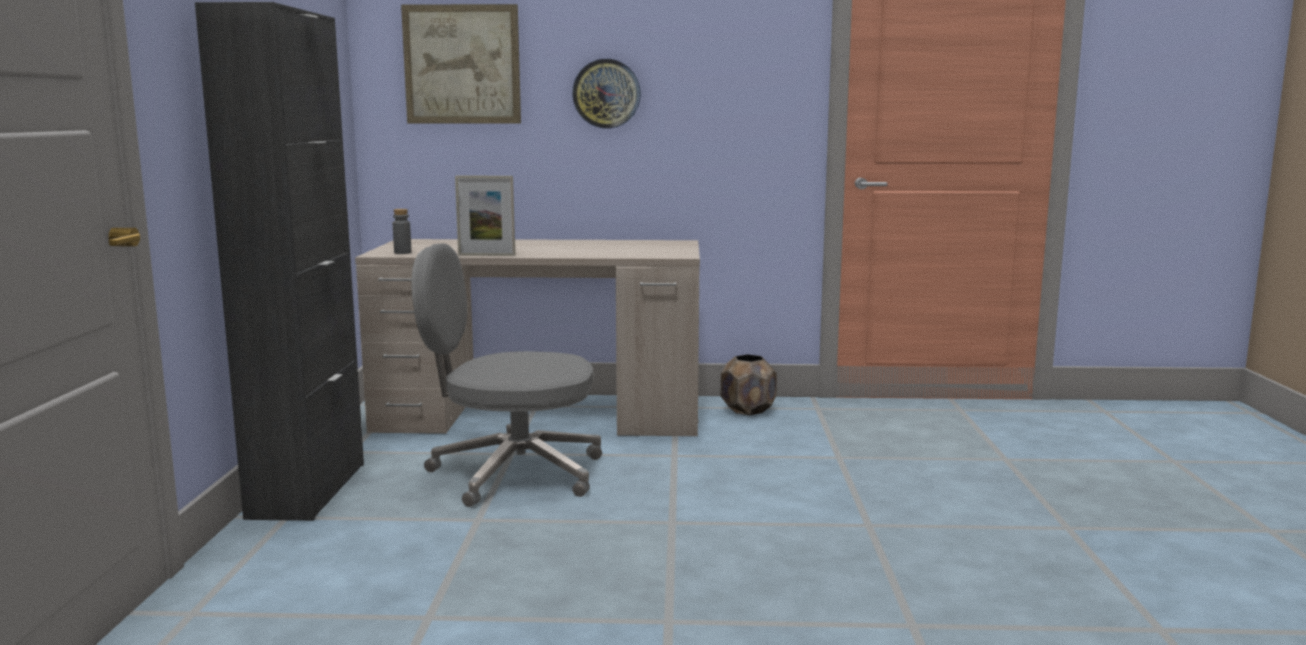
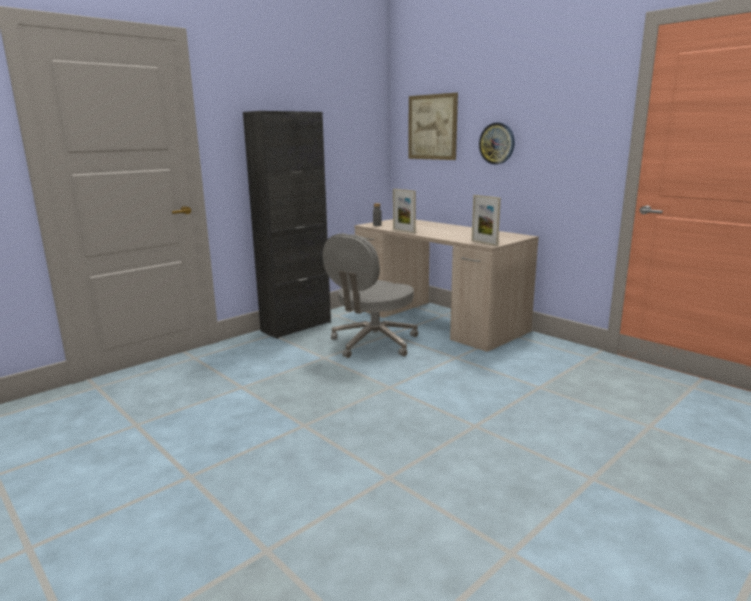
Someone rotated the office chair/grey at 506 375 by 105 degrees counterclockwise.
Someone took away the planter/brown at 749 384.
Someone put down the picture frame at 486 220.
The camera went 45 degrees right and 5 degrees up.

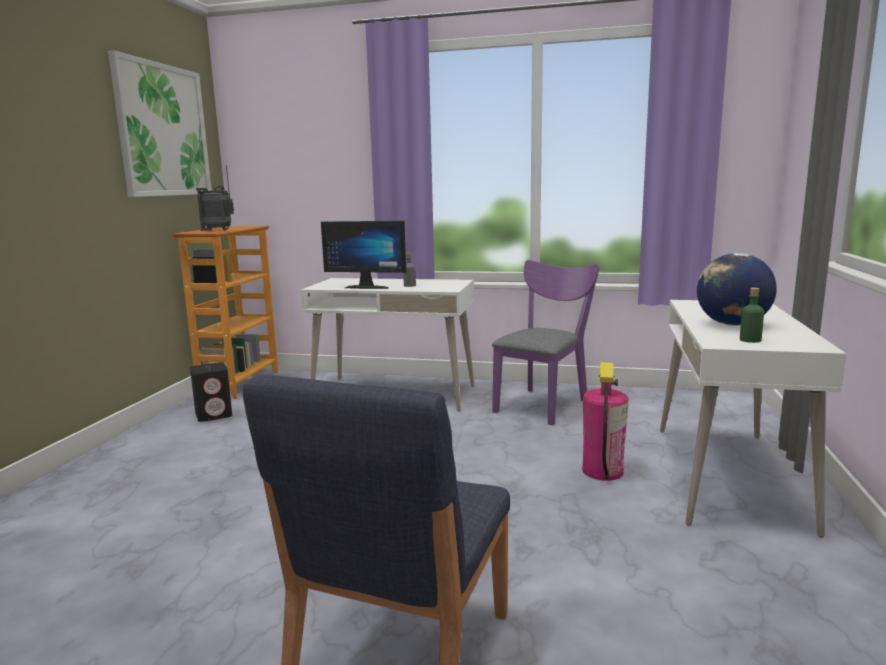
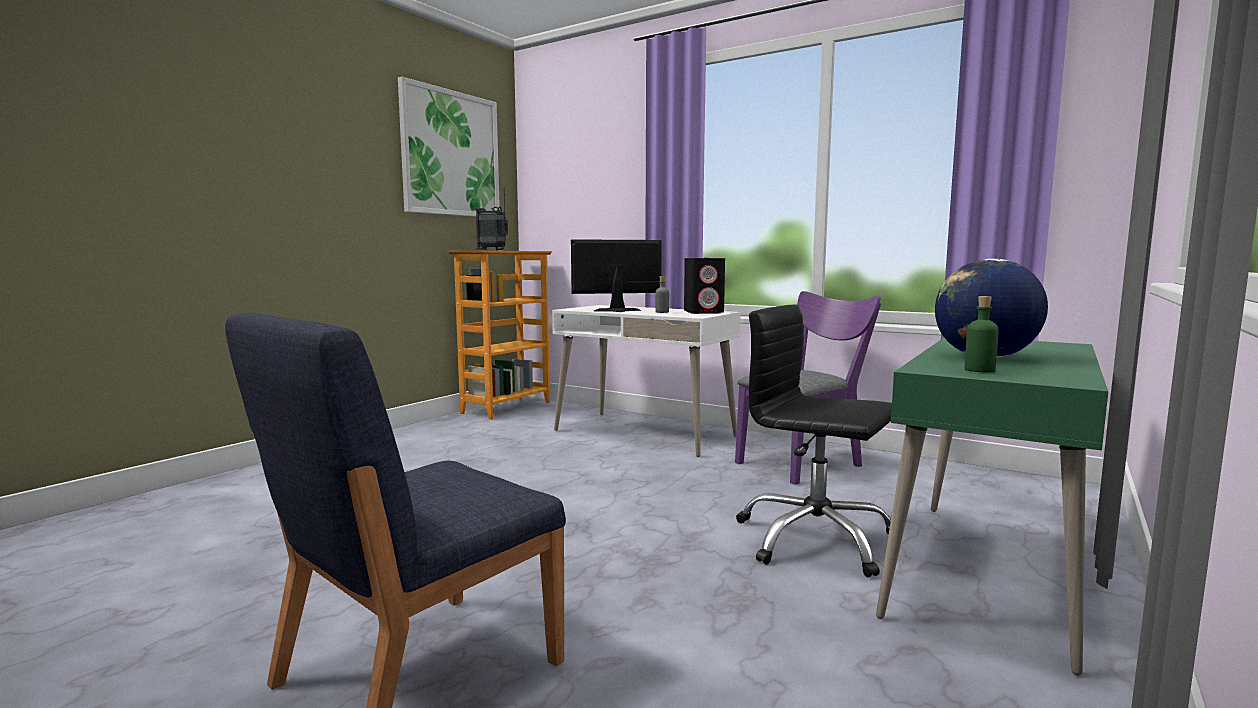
Someone carried the speaker/black from 211 392 to 704 286.
Someone rotated the monitor at 363 255 by 135 degrees clockwise.
Someone swapped the fire extinguisher at 605 421 for the office chair/black at 814 441.
Someone repainted the desk/white at 753 419, which became the desk/green at 992 507.
The camera went 20 degrees right and 5 degrees down.

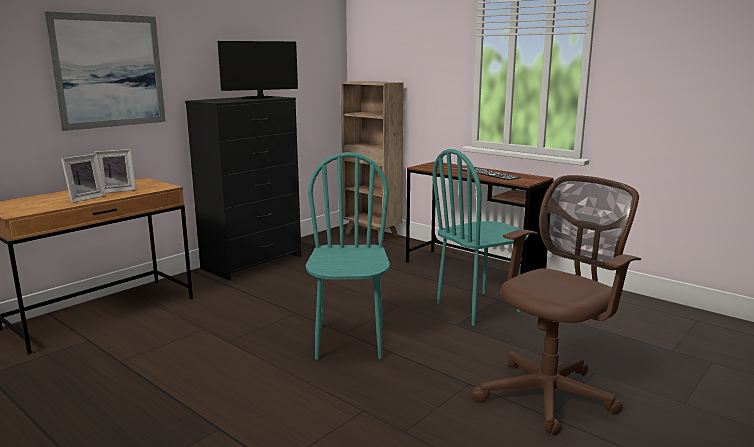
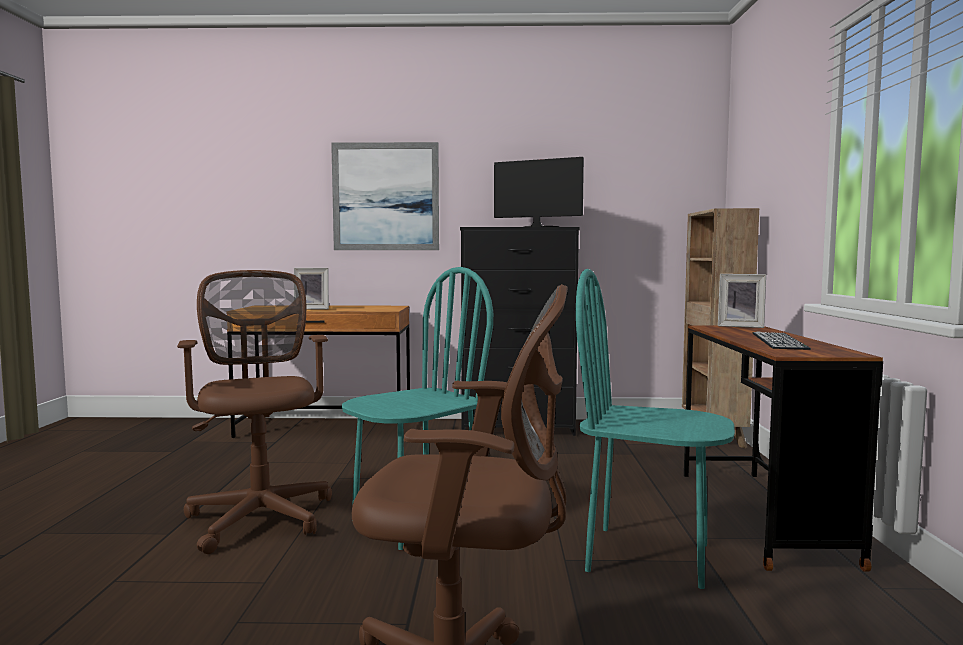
Someone carried the picture frame from 115 171 to 742 301.
Someone put down the office chair/brown at 254 412.
The camera went 50 degrees right and 10 degrees down.

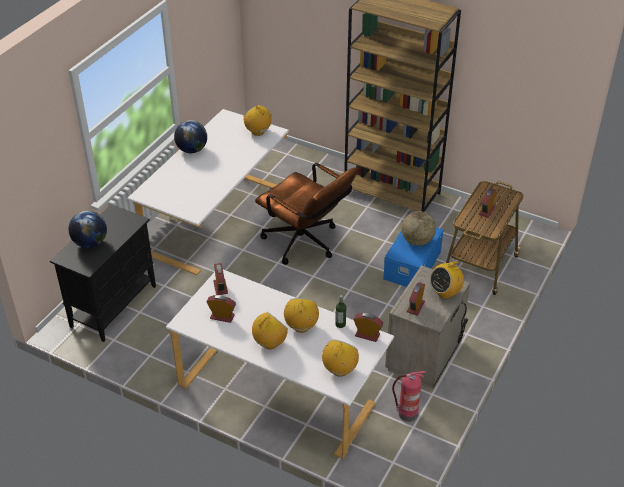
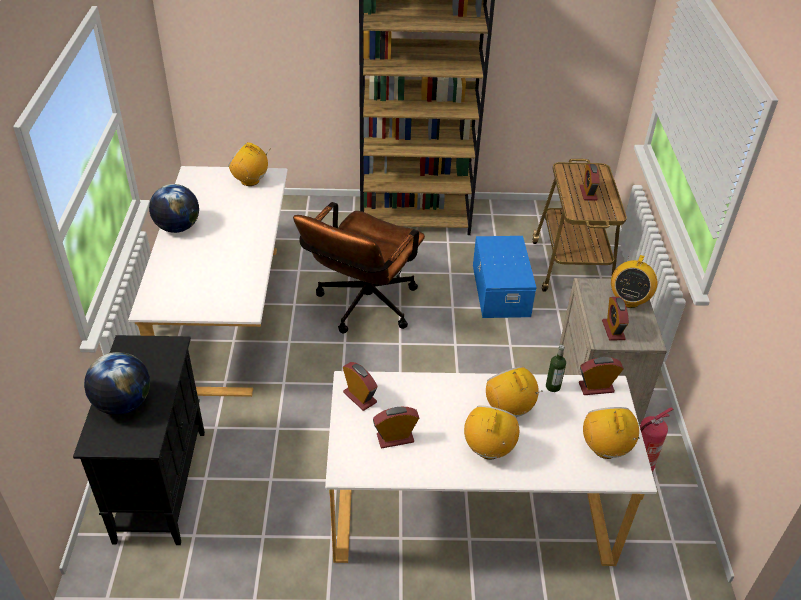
Someone rotated the office chair/brown at 306 214 by 105 degrees clockwise.
Someone took away the globe at 419 228.
The camera went 30 degrees left and 0 degrees up.

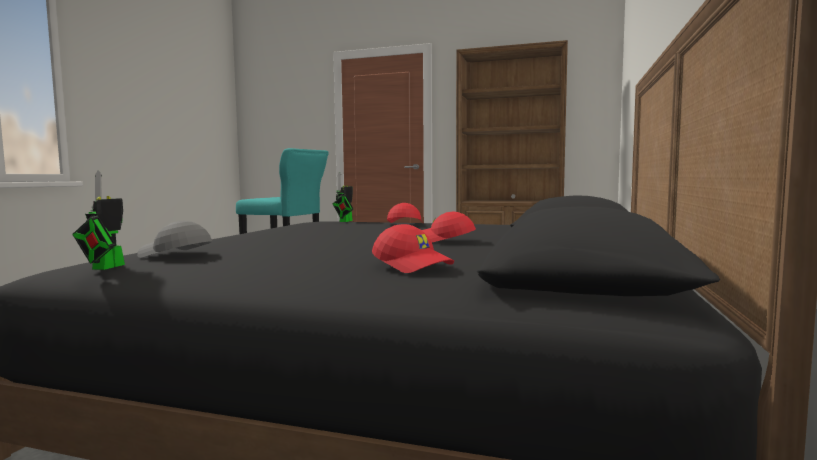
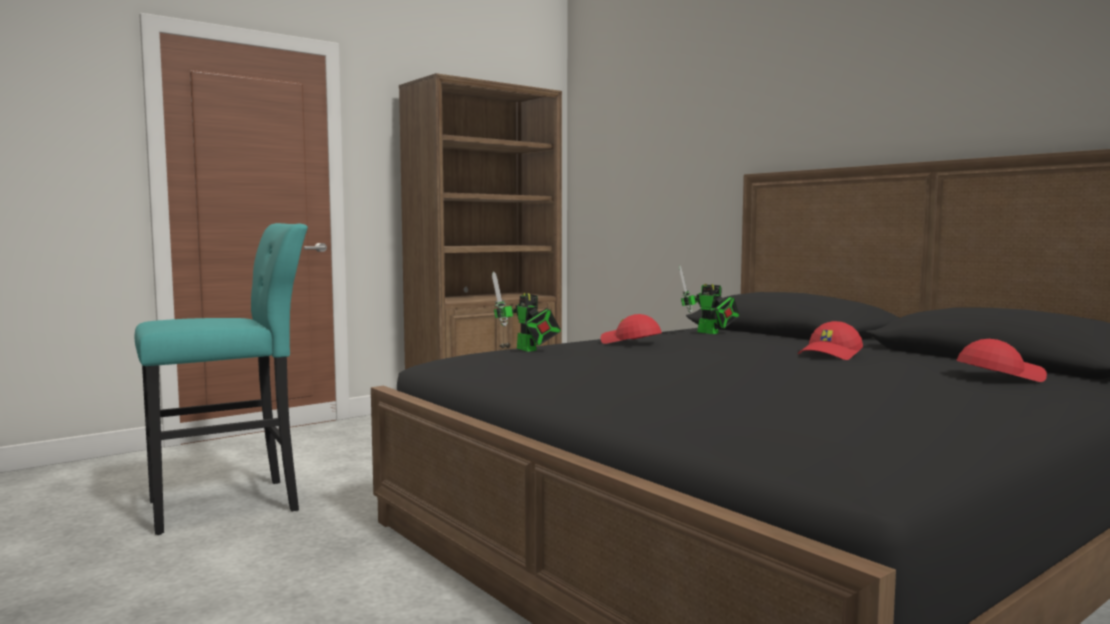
Someone carried the toy robot from 99 220 to 709 299.
Someone took away the cap/grey at 175 239.
The camera went 55 degrees left and 0 degrees up.

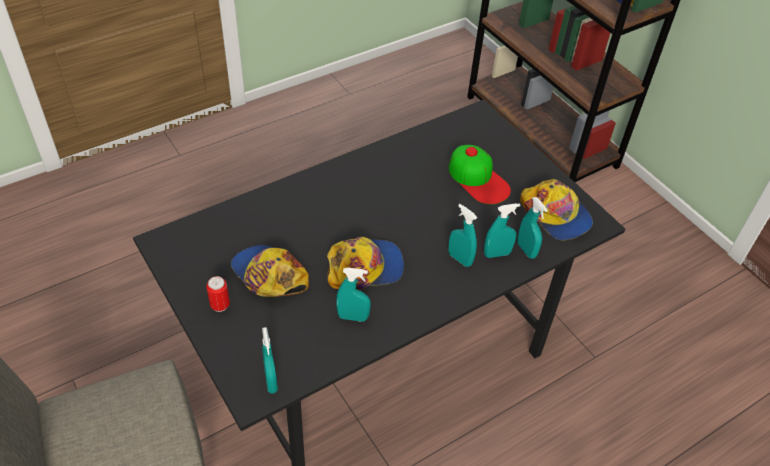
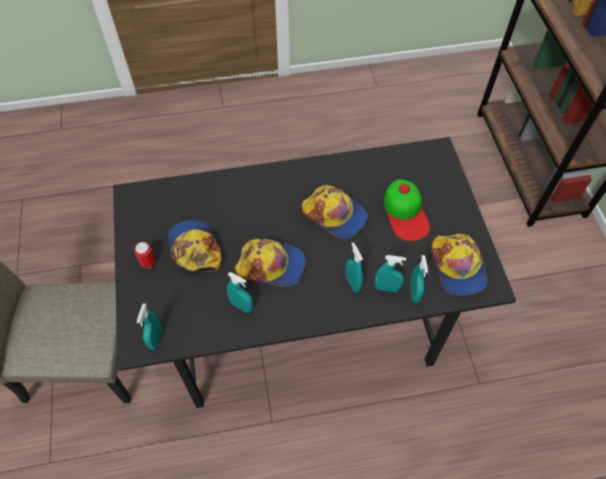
Someone put down the cap at 334 212.
The camera went 25 degrees right and 10 degrees up.

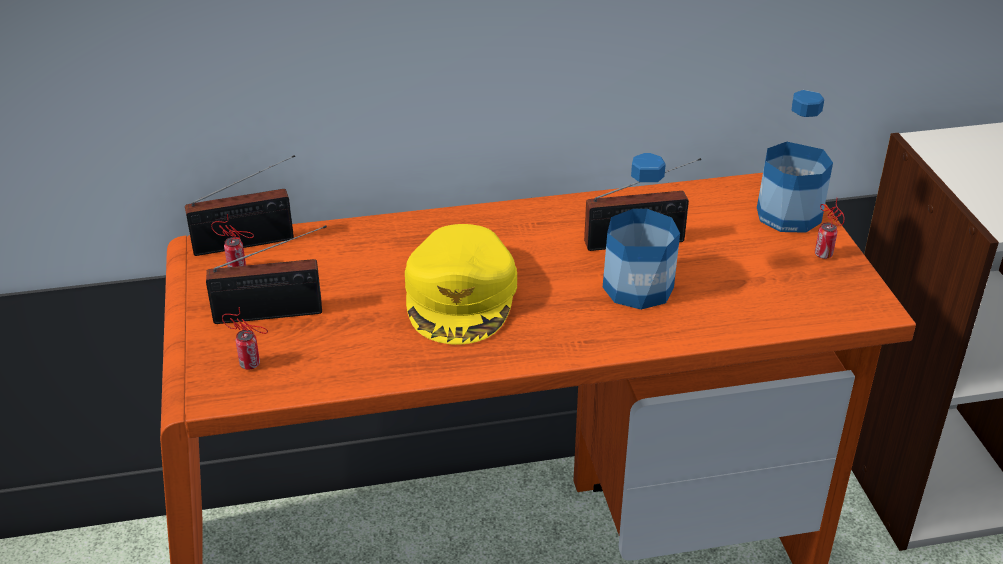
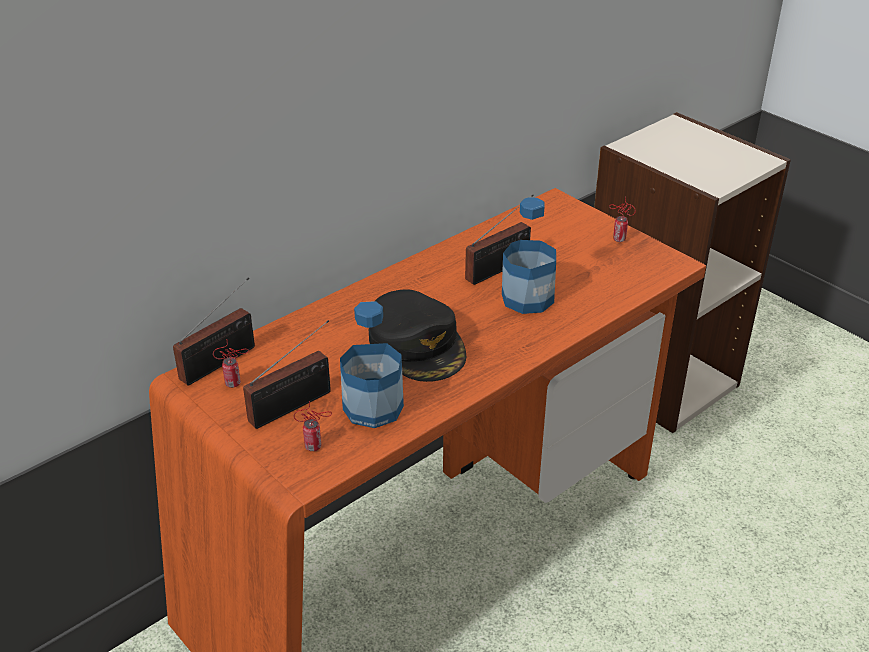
Someone repainted the cap/yellow at 461 284, which became the cap/black at 417 335.
Someone carried the bottle from 795 161 to 372 364.
The camera went 30 degrees left and 0 degrees up.

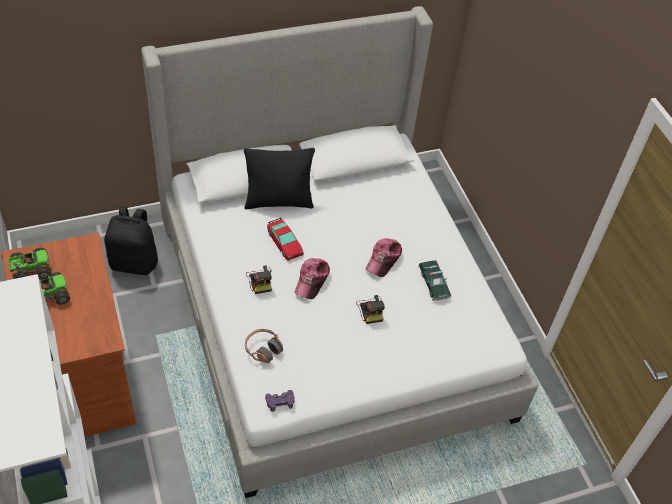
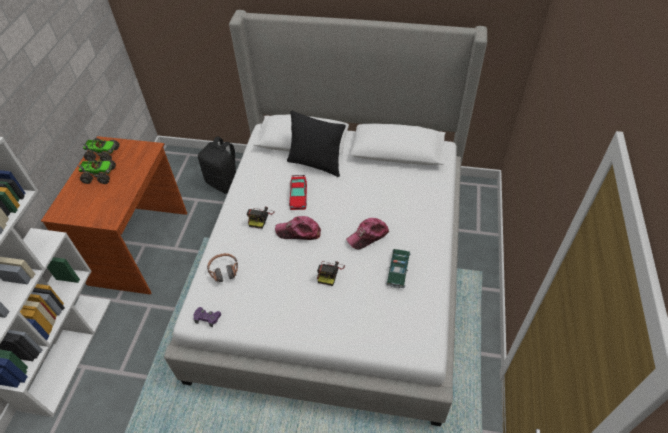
Someone rotated the cap at 312 278 by 45 degrees clockwise.
The camera went 35 degrees right and 0 degrees up.

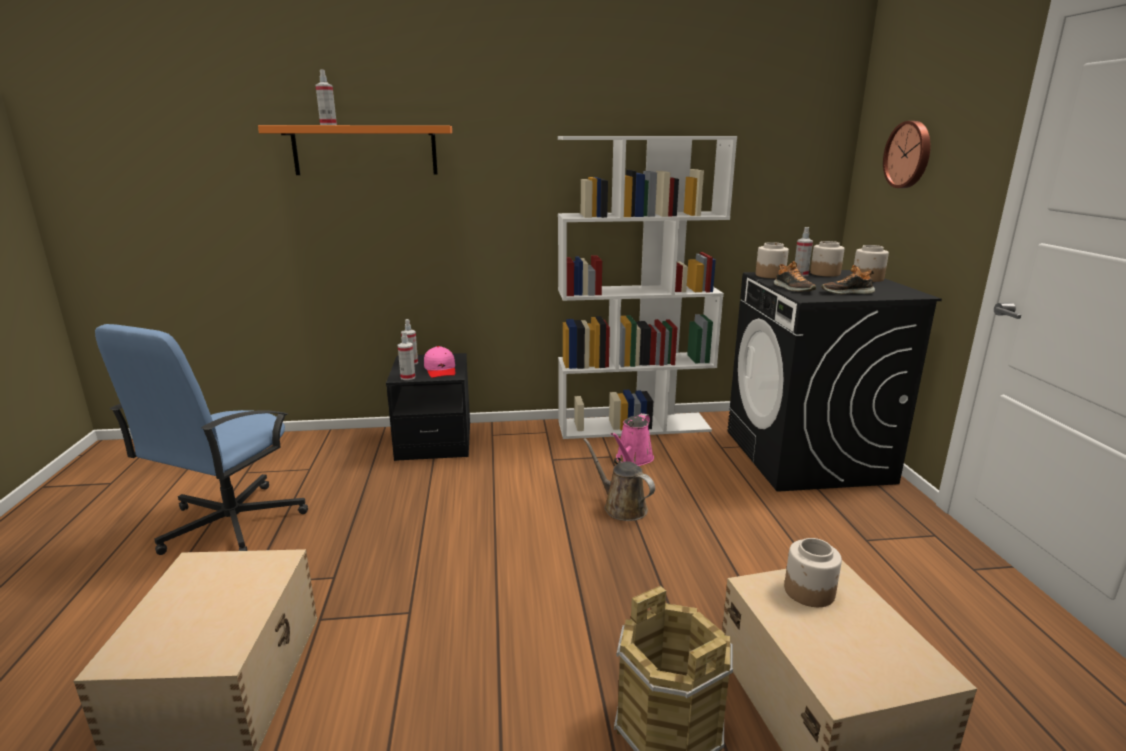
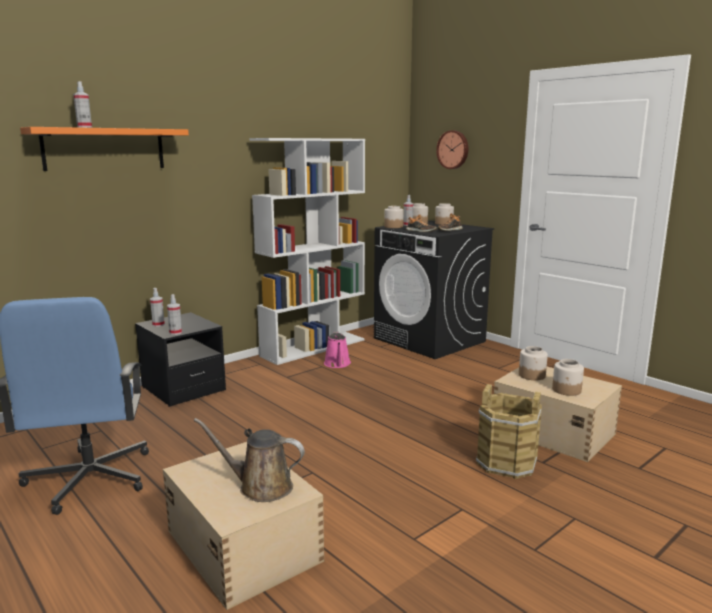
Someone took away the cap/pink at 439 362.
Someone carried the watering can/brown from 619 479 to 249 460.
Someone put down the jar at 568 377.
The camera went 35 degrees left and 5 degrees down.

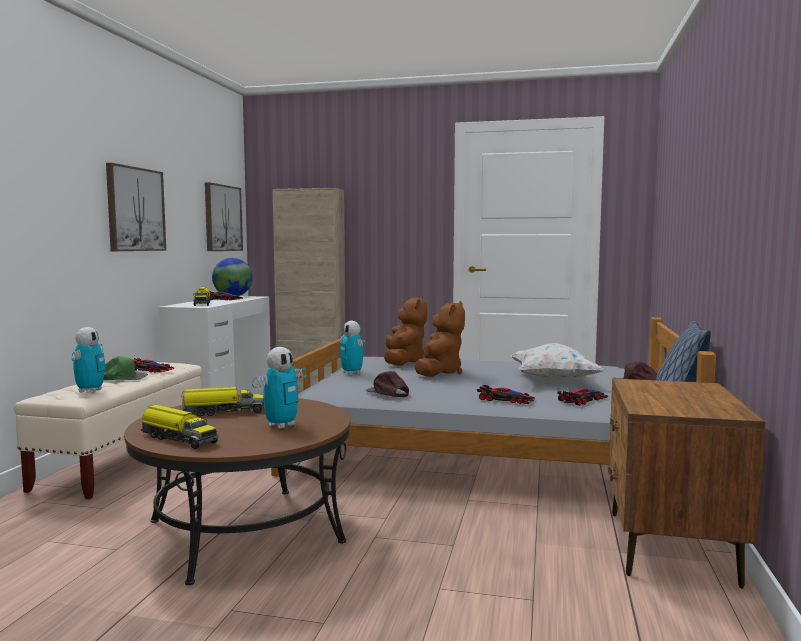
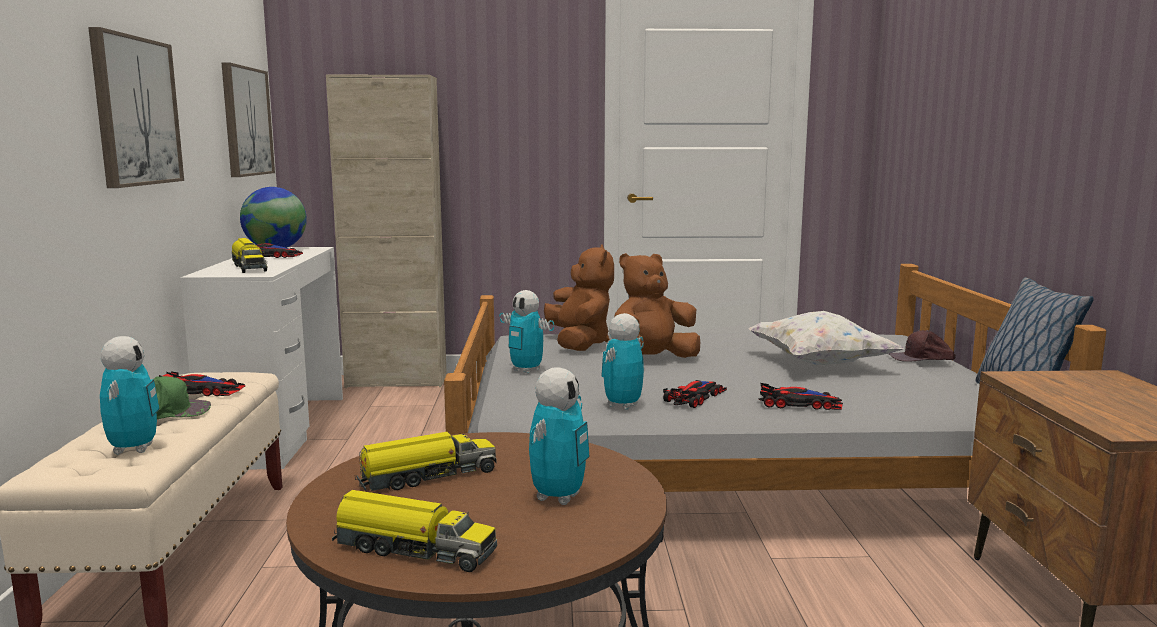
Someone swapped the cap/brown at 387 384 for the toy robot at 622 361.
Someone rotated the plush toy/brown at 439 339 by 120 degrees counterclockwise.
Someone carried the toy car from 583 397 to 695 394.
The camera went 15 degrees left and 5 degrees up.

